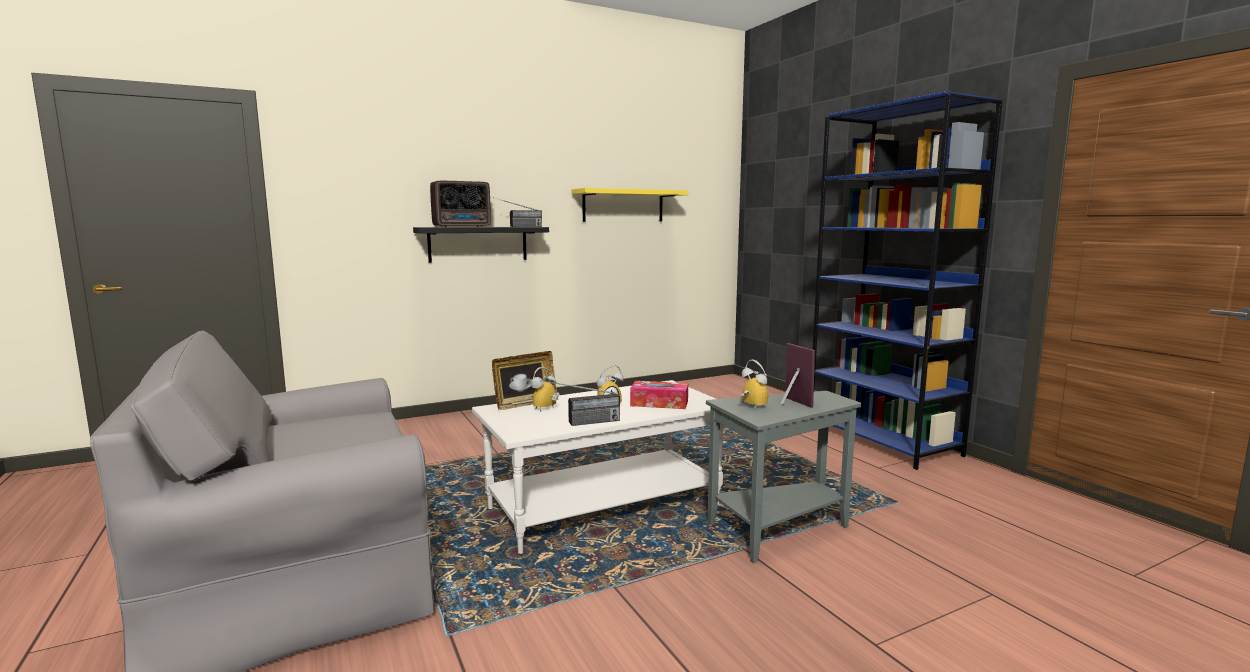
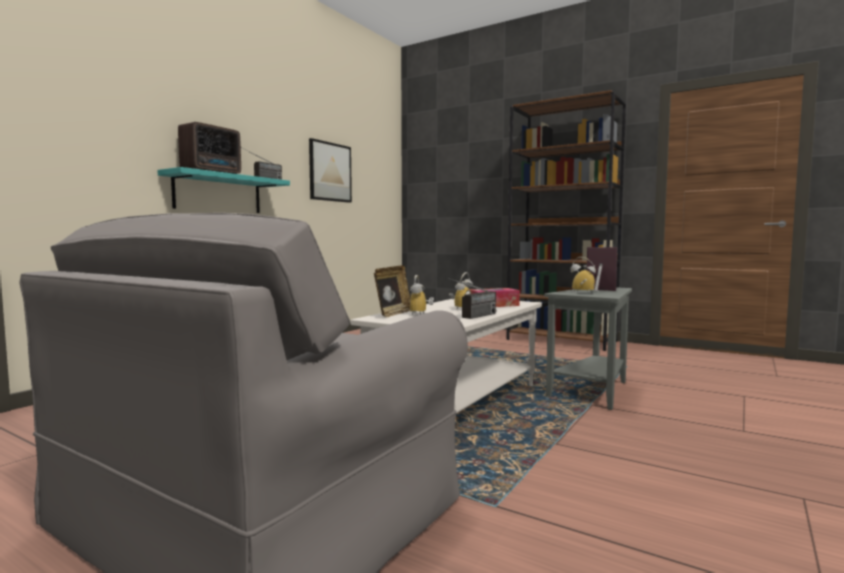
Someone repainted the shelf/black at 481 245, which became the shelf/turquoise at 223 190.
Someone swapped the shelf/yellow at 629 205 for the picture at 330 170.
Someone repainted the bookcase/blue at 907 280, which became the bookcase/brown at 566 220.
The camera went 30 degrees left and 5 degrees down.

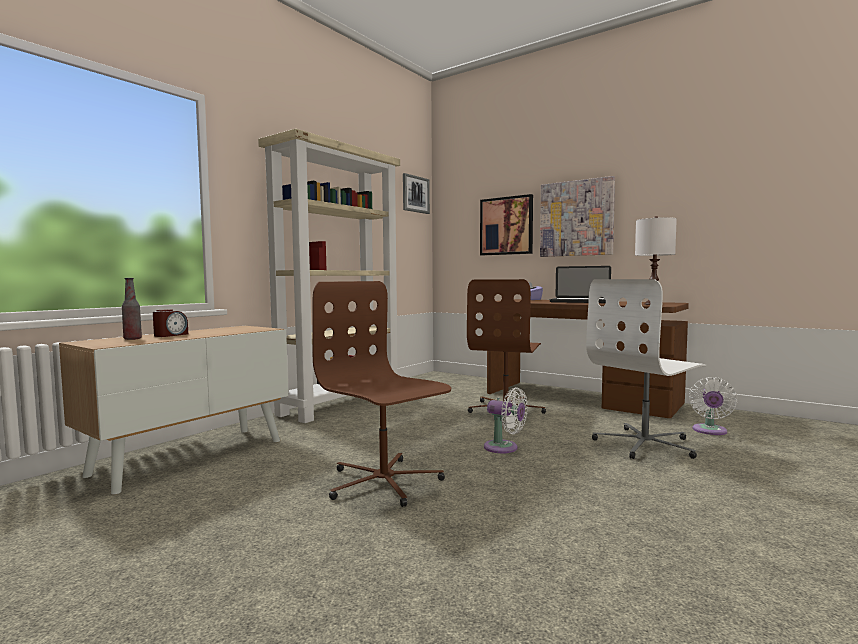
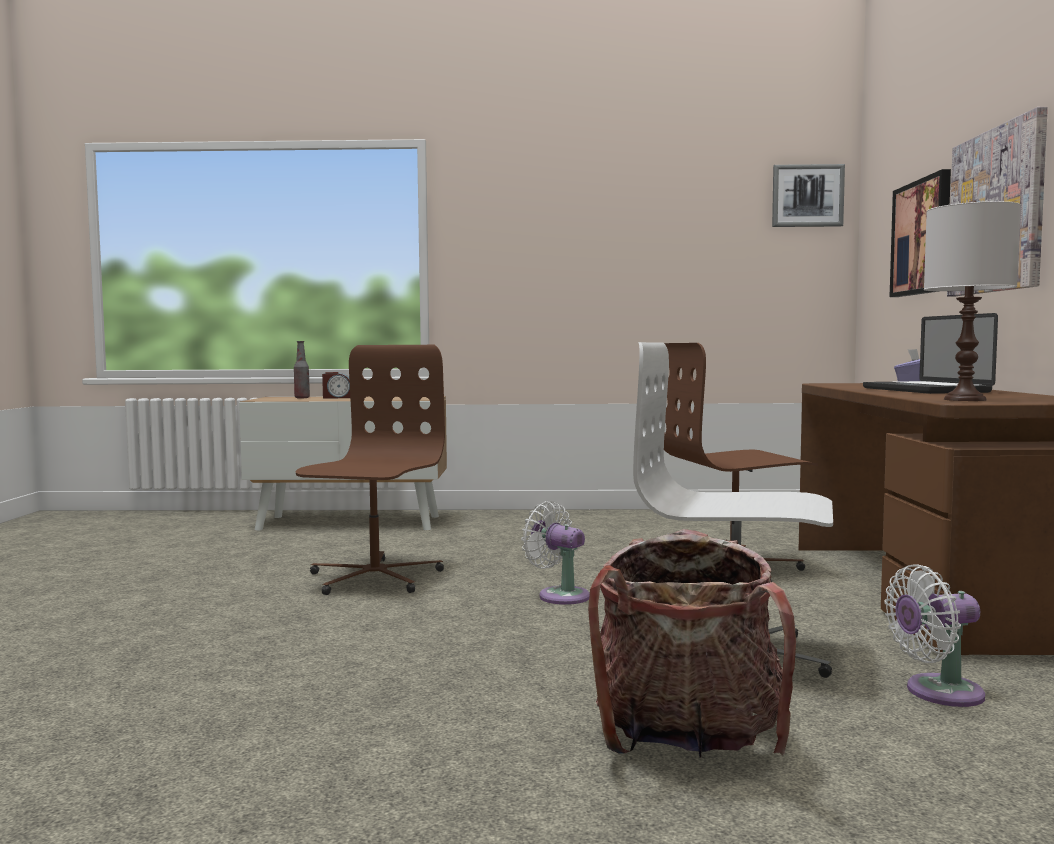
Someone took away the bookcase/beige at 329 276.
Someone rotated the fan/white at 506 420 by 135 degrees clockwise.
Someone put down the backpack at 692 643.
The camera went 55 degrees right and 0 degrees up.

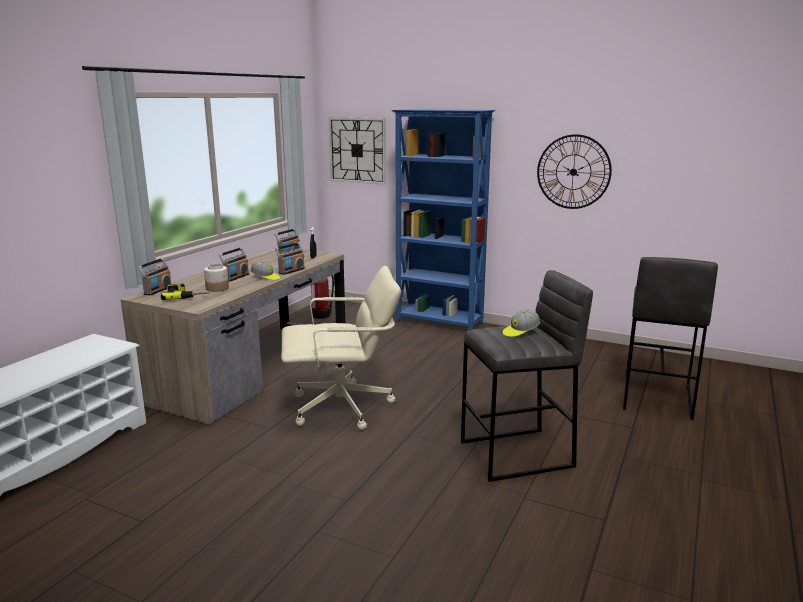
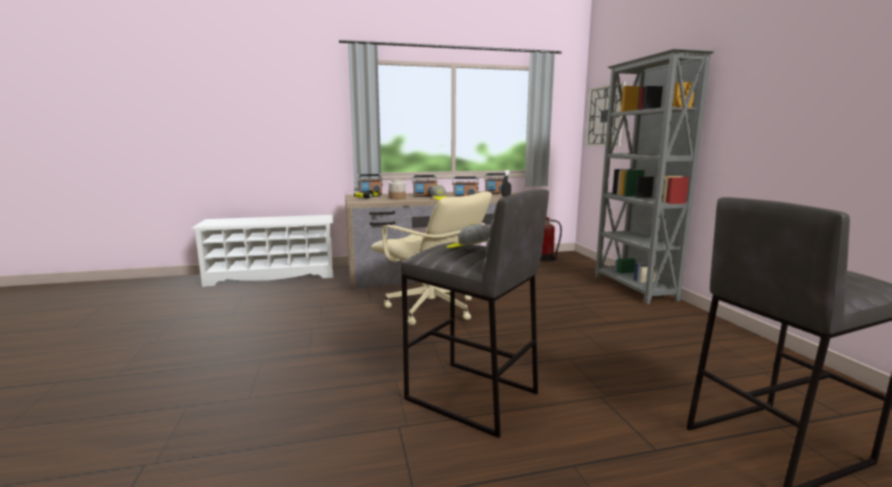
Someone repainted the bookcase/blue at 443 220, which became the bookcase/grey at 654 176.
Someone took away the wall clock at 574 171.
The camera went 50 degrees right and 5 degrees down.

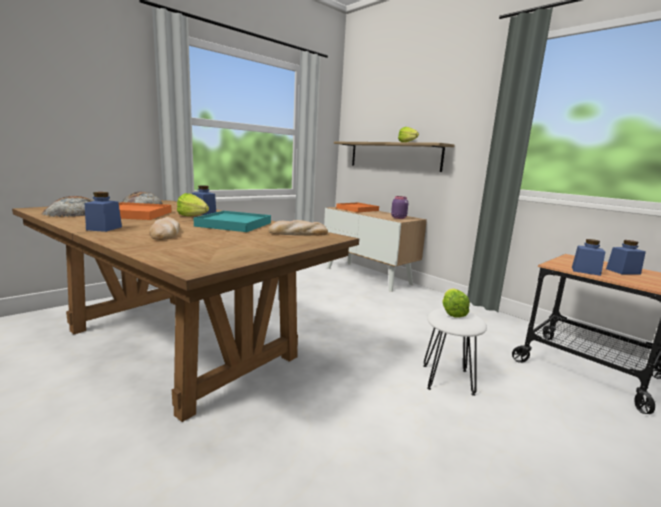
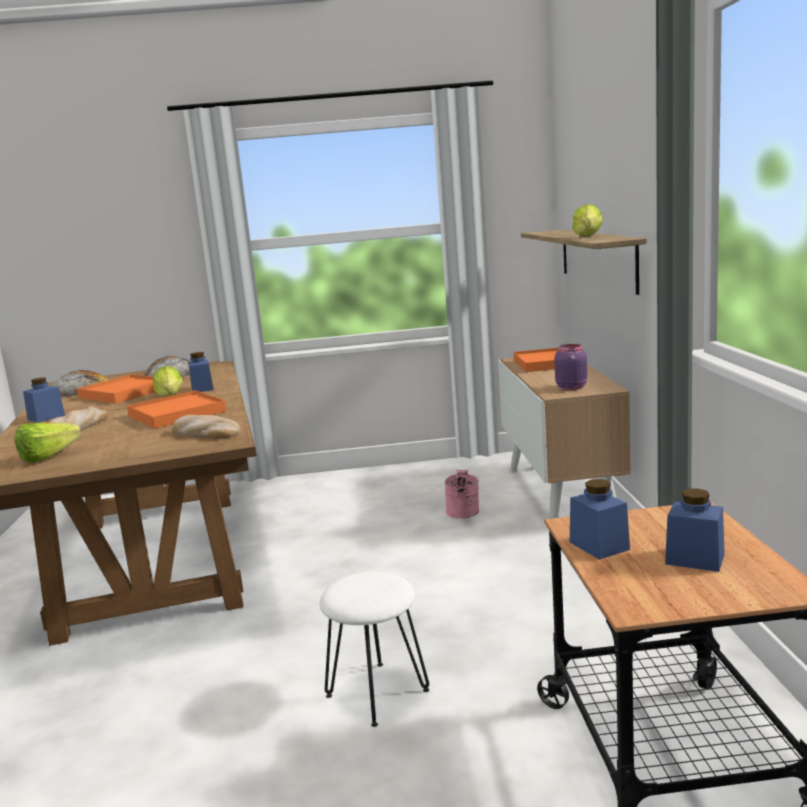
Someone repainted the tray/turquoise at 232 221, which became the tray/orange at 177 409.
Someone carried the lettuce from 456 303 to 48 442.
Someone put down the bucket/pink at 462 494.
The camera went 40 degrees right and 0 degrees up.

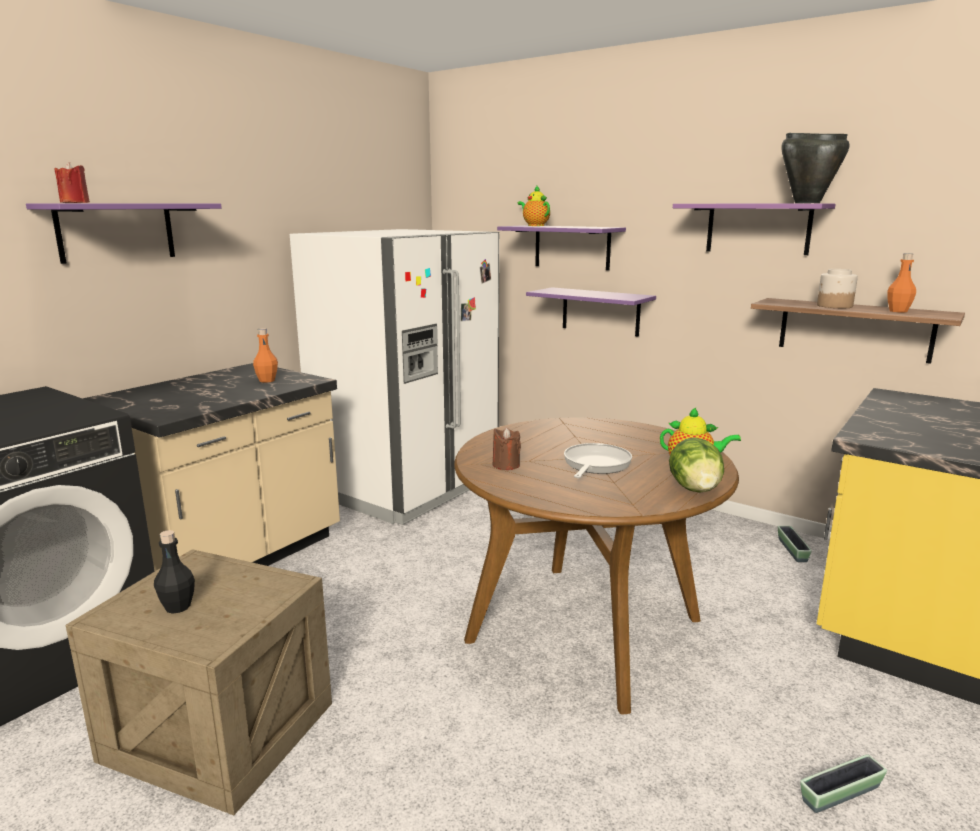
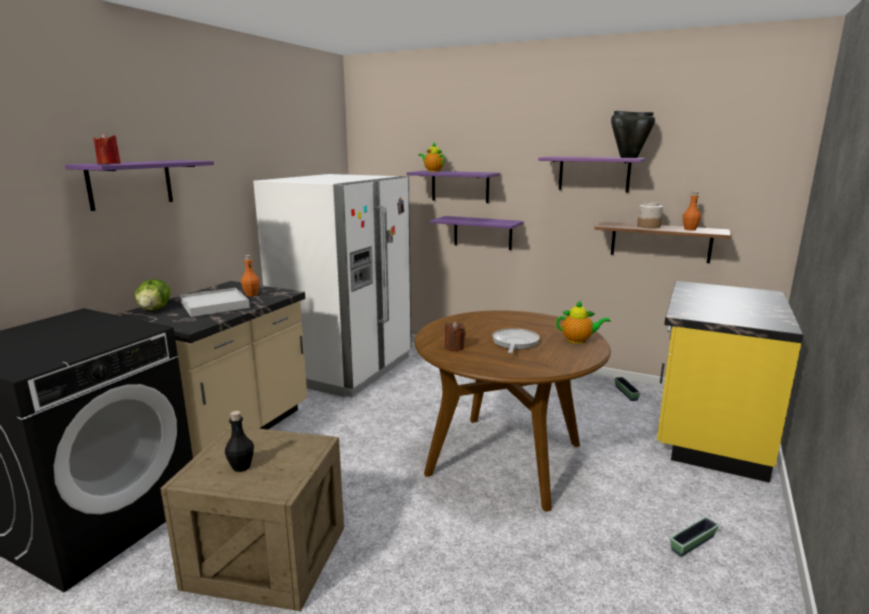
Someone carried the lettuce from 696 465 to 153 294.
Someone put down the tray/white at 215 302.
The camera went 10 degrees left and 0 degrees up.

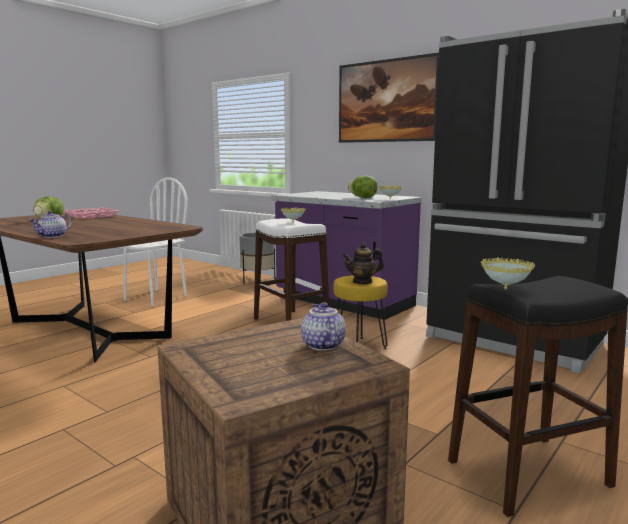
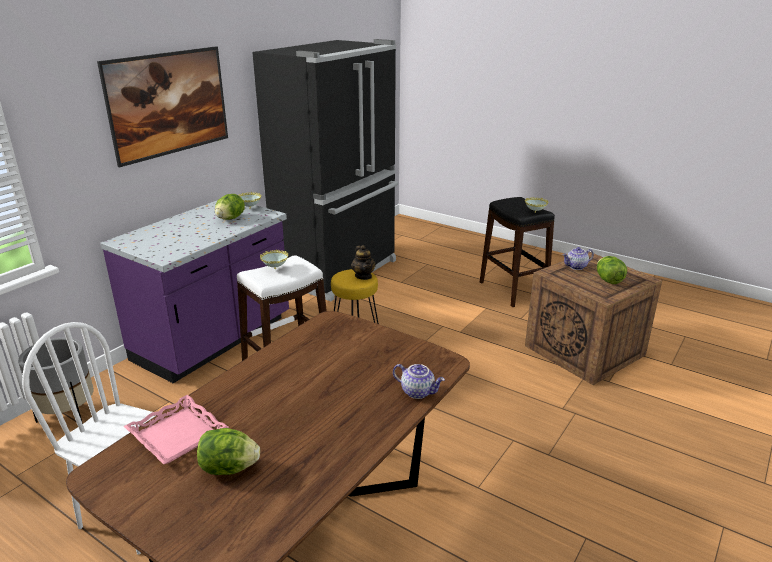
Someone put down the lettuce at 612 270.
The camera went 95 degrees left and 15 degrees up.

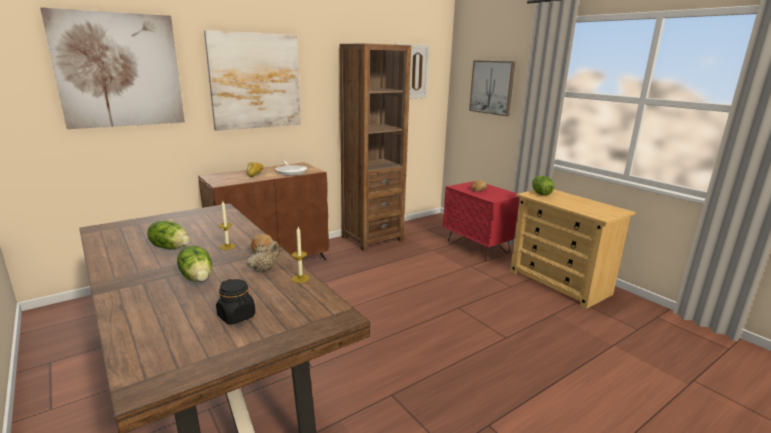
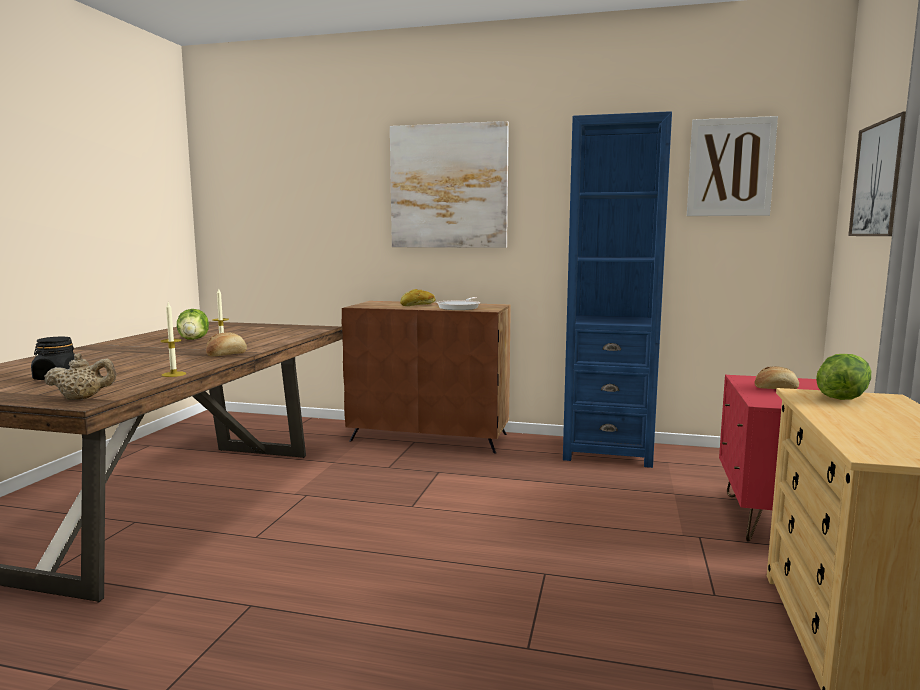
Someone took away the picture at 112 68.
Someone took away the lettuce at 194 264.
Someone carried the teapot/beige from 263 257 to 80 376.
Someone repainted the bookcase/brown at 375 147, which became the bookcase/blue at 617 289.
The camera went 50 degrees right and 10 degrees down.

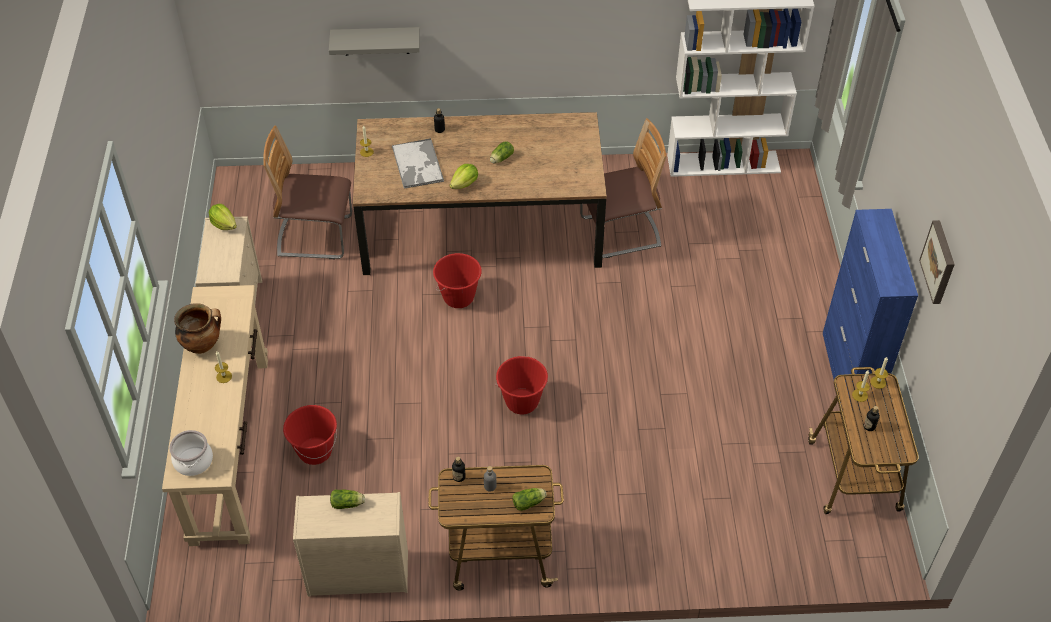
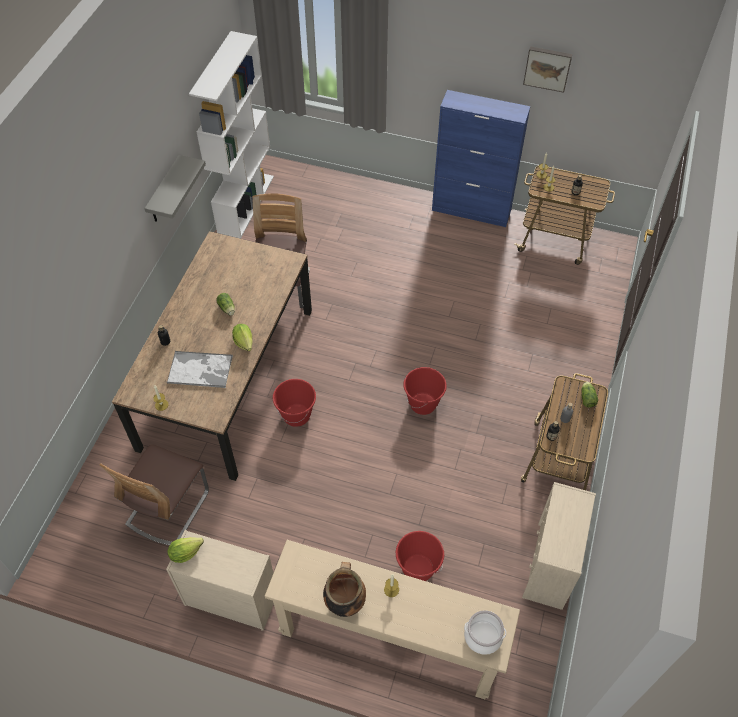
Someone carried the shelf/grey from 374 41 to 175 188.
Someone took away the lettuce at 347 499.
The camera went 70 degrees left and 5 degrees up.

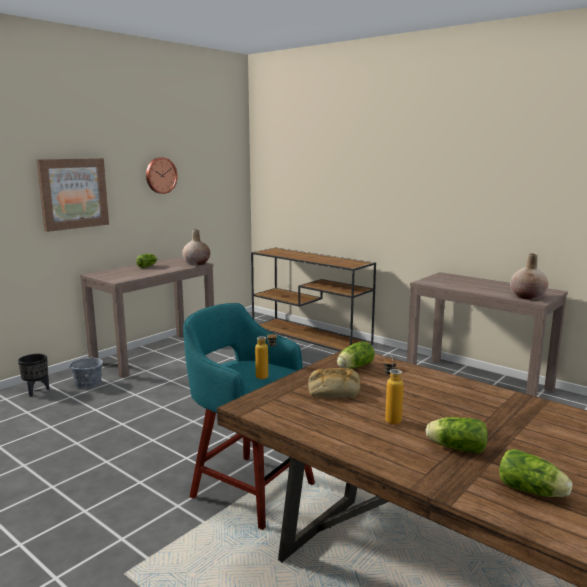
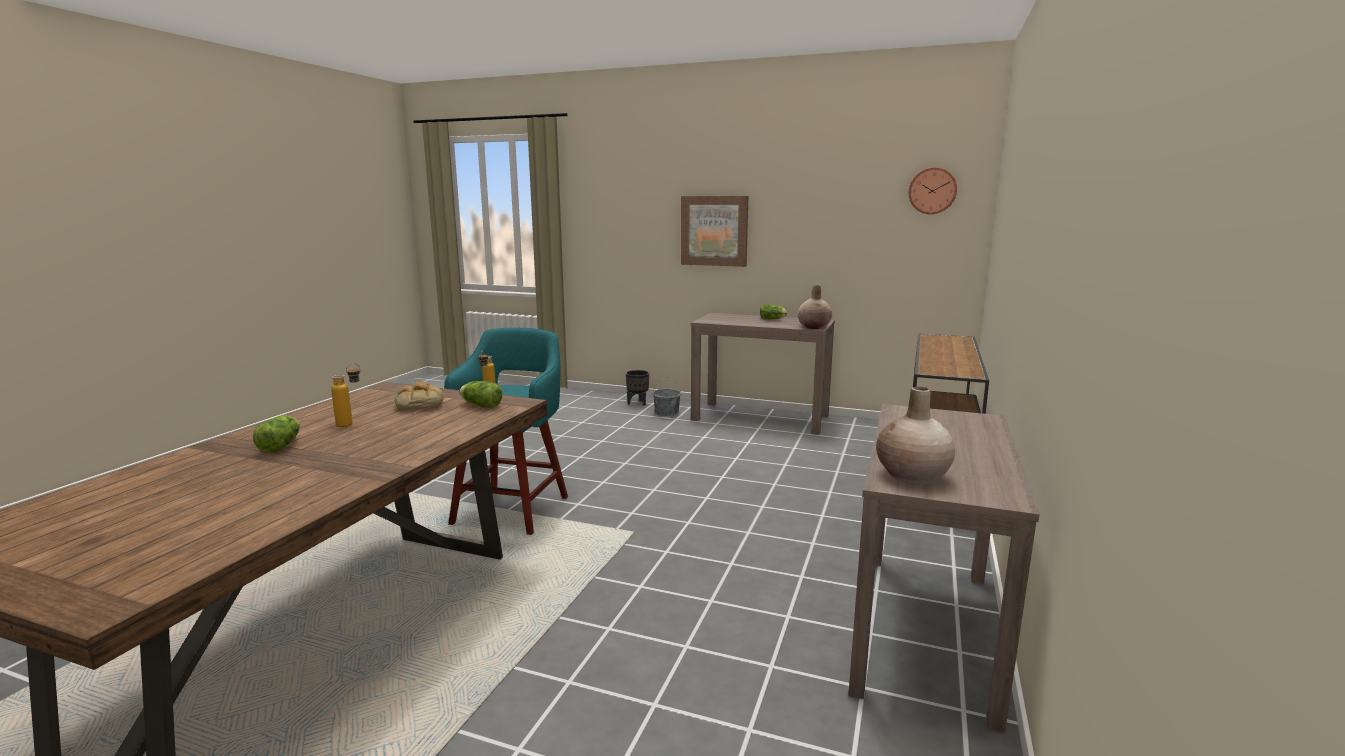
Someone carried the wall clock from 162 175 to 933 190.
Someone took away the lettuce at 536 473.
The camera went 70 degrees right and 0 degrees up.

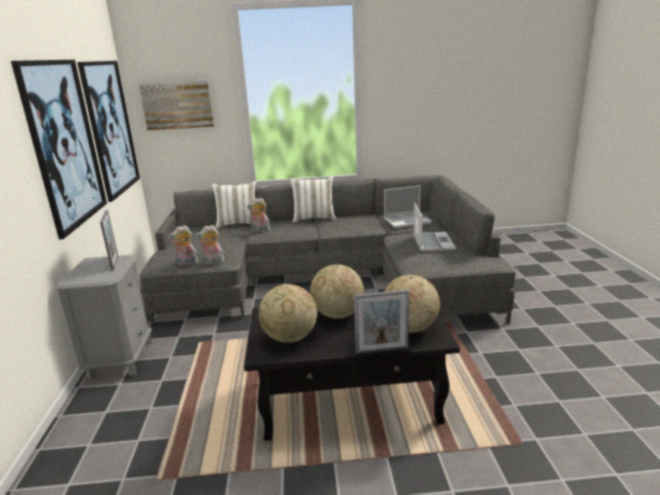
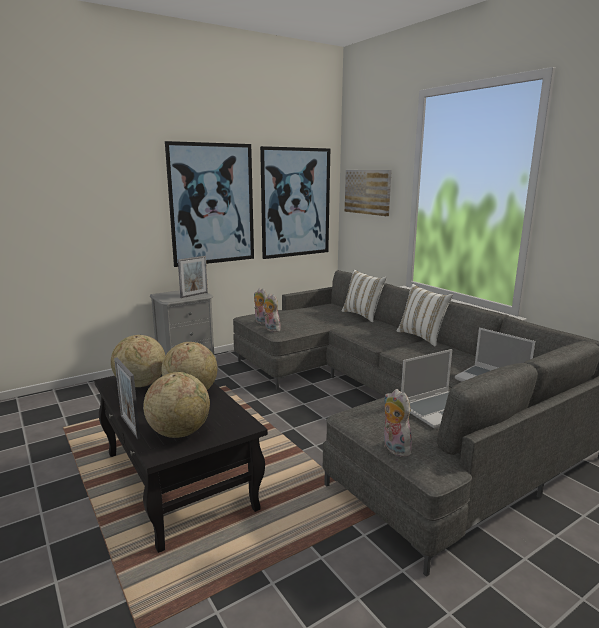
Someone carried the plush toy from 258 215 to 398 423.
The camera went 60 degrees right and 5 degrees down.

